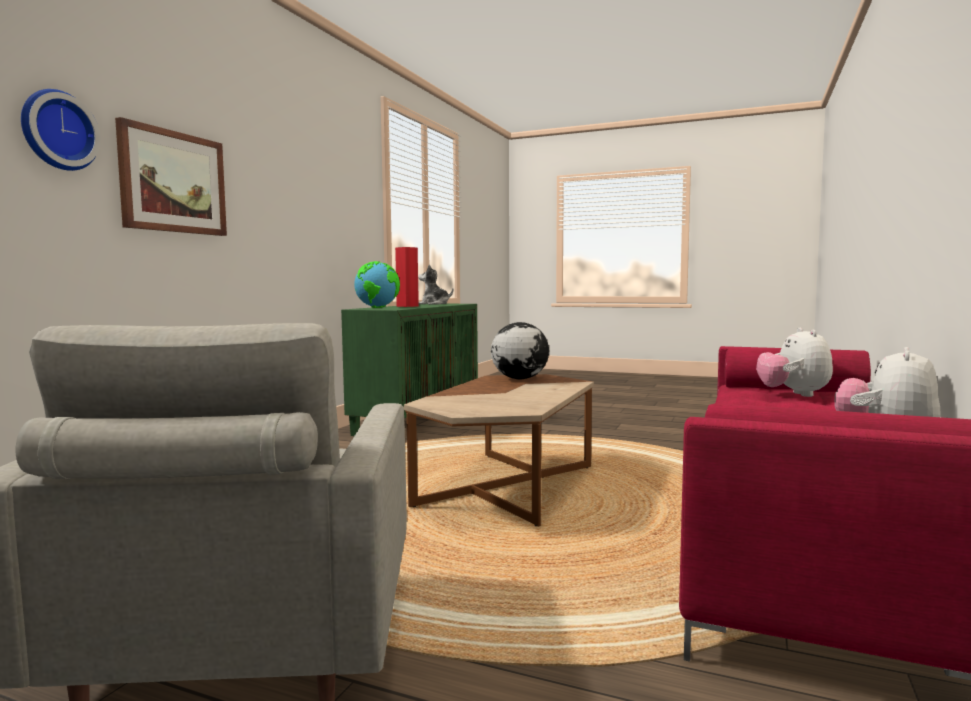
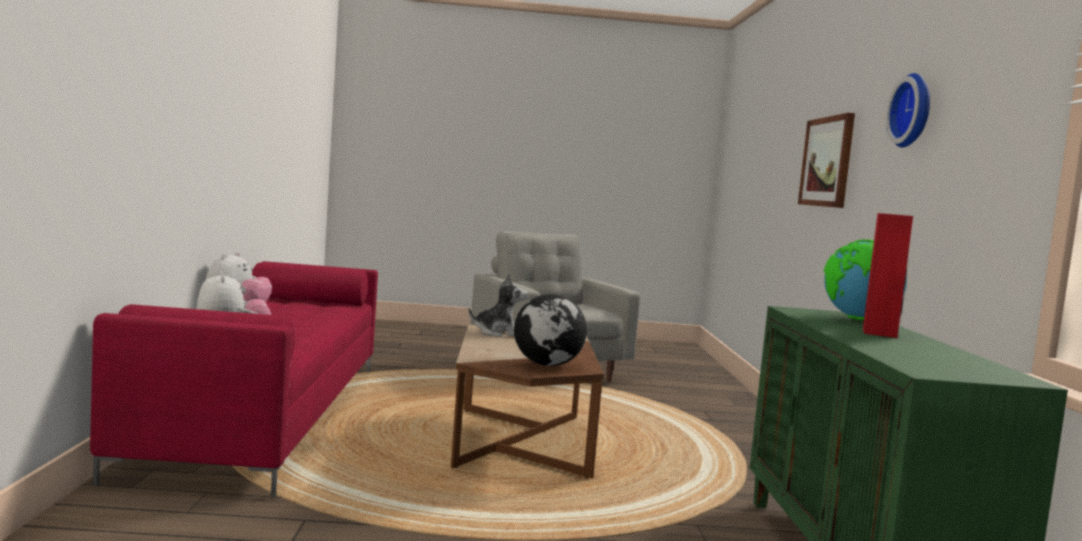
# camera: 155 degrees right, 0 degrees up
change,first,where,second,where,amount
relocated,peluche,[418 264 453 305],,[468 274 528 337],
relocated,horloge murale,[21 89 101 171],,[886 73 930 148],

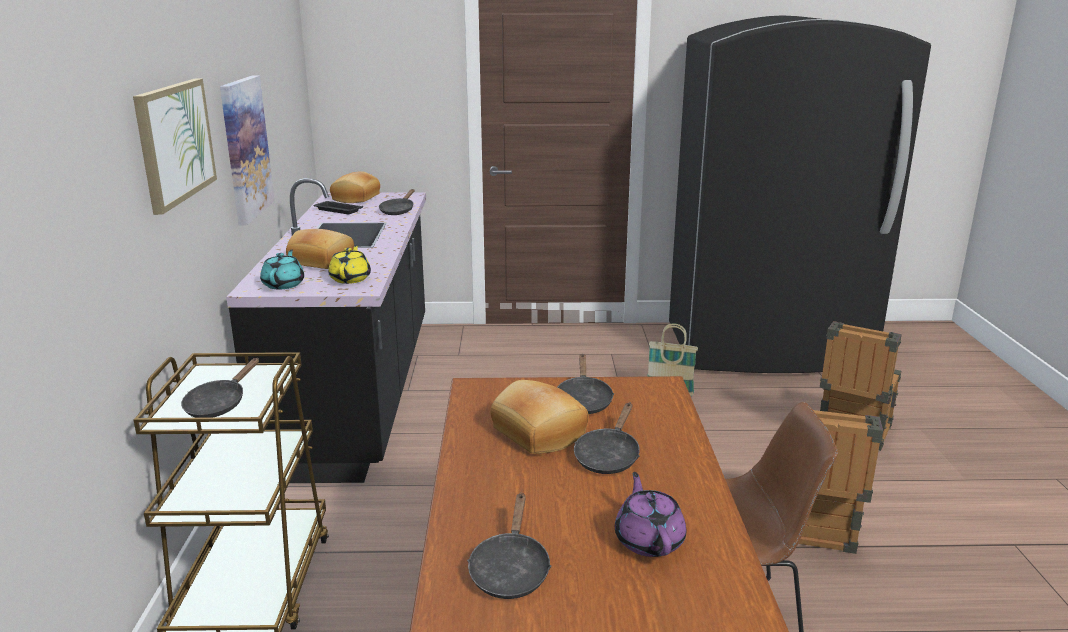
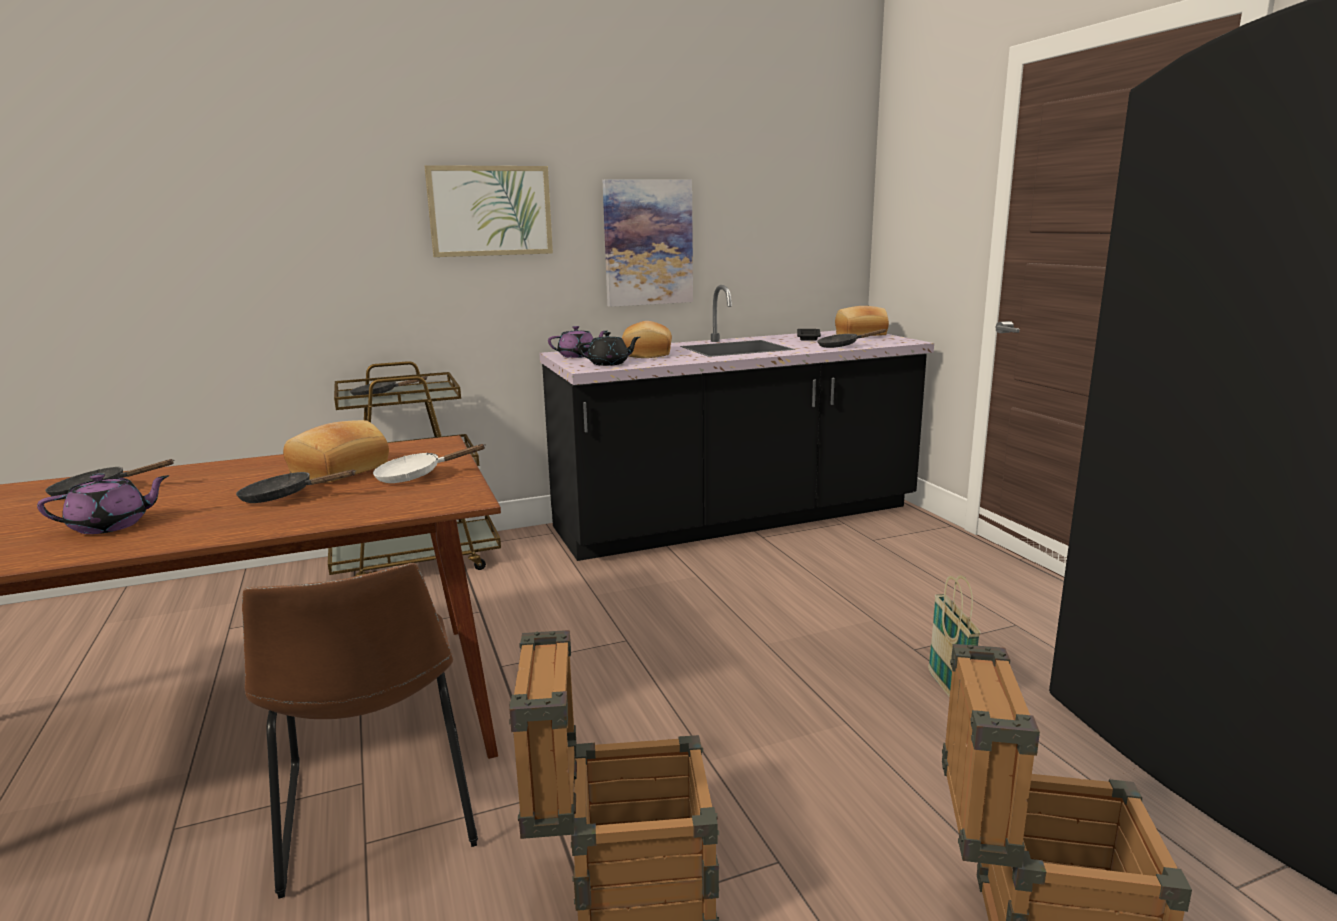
# camera: 70 degrees right, 5 degrees down
change,first,where,second,where,amount
colour,poêle (noir),[557 354 614 414],poêle (blanc),[373 444 486 483],
colour,théière (turquoise),[260 250 304 289],théière (violet),[548 326 607 358],
colour,théière (jaune),[328 245 371 284],théière (noir),[578 332 640 366],

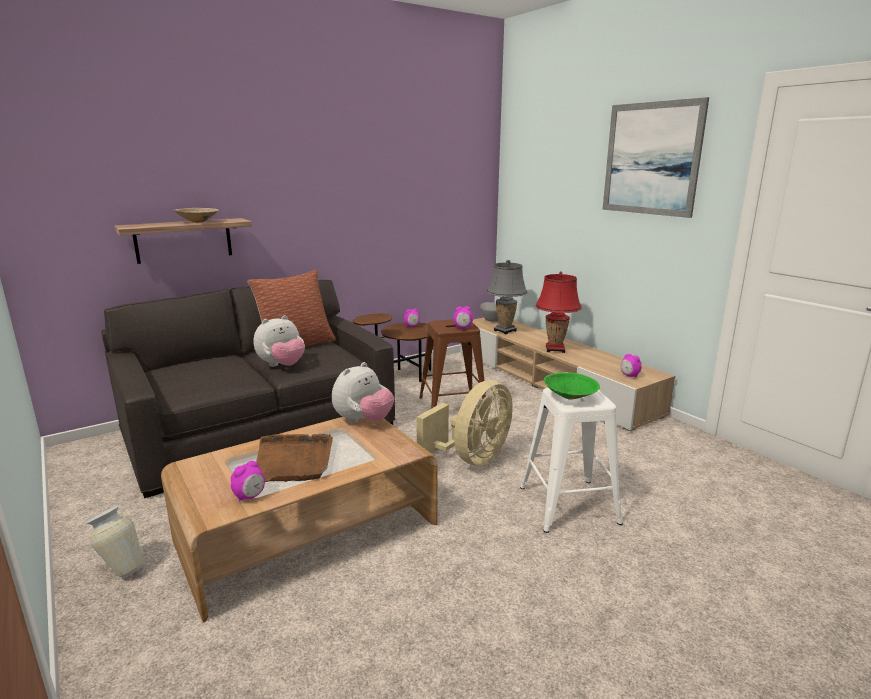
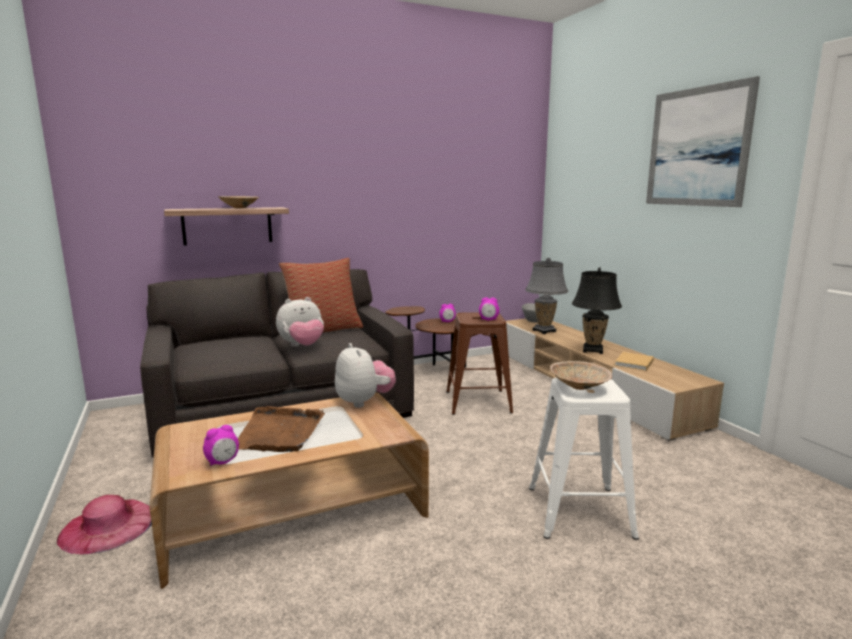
# camera: 10 degrees right, 5 degrees down
change,first,where,second,where,amount
exchanged,vase,[84 505 143 578],chapeau (rose),[57 495 152 554],
spun,peluche,[332 362 394 423],,[335 343 396 408],75 degrees counterclockwise
colour,bol (vert),[544 372 600 400],bol (beige),[550 361 612 390],
colour,lampe de table (rouge),[535 271 582 353],lampe de table (noir),[572 268 622 354],
appeared,,,livre (beige),[615 352 654 371],
missing,ventilateur (beige),[416 380 513 466],,,
missing,réveil,[621 354 642 378],,,

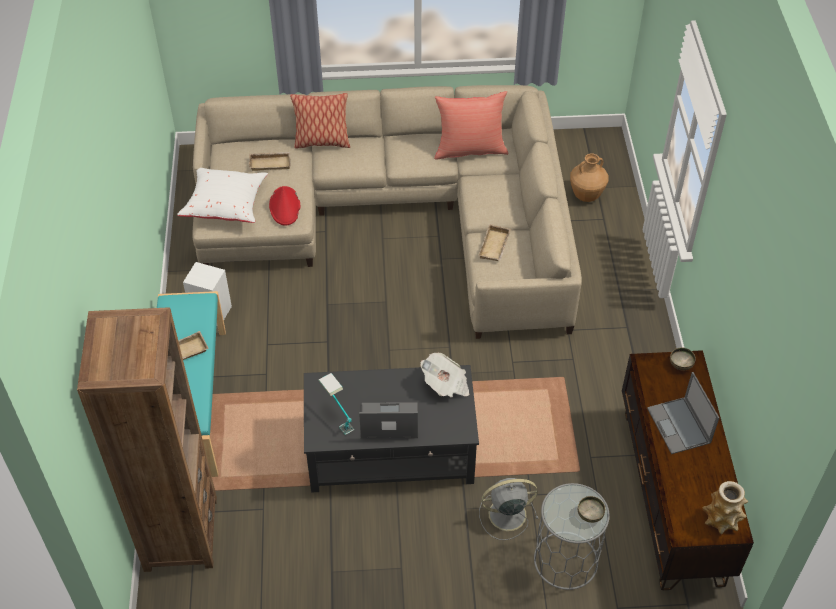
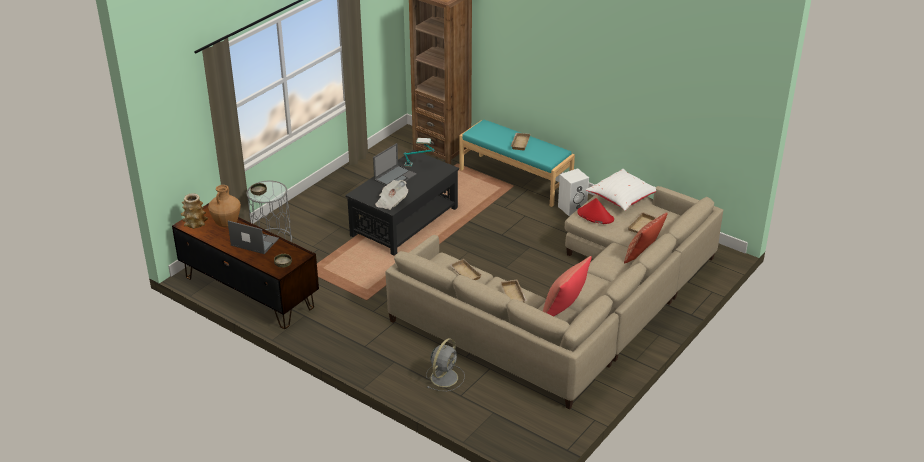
# camera: 130 degrees right, 15 degrees down
change,first,where,second,where,amount
relocated,vase (marron),[570 154 609 202],,[208 185 241 227],
relocated,ventilateur (gris),[479 478 538 540],,[426 338 465 391],
appeared,,,plateau (beige),[500 279 527 303],

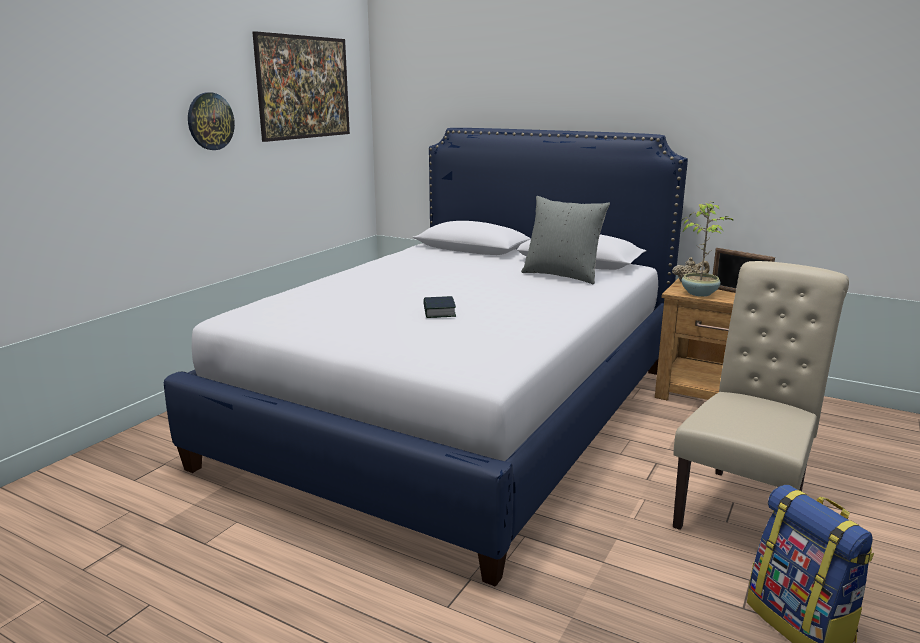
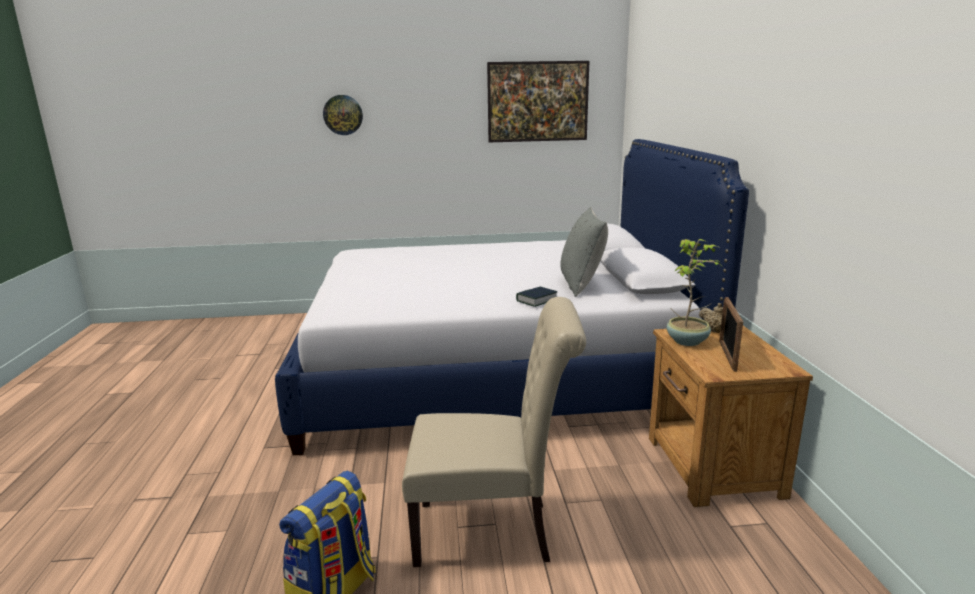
# camera: 55 degrees right, 0 degrees up
change,first,where,second,where,amount
relocated,horloge murale,[188 93 235 150],,[323 95 363 135],
relocated,livre,[423 296 456 318],,[516 286 558 307],

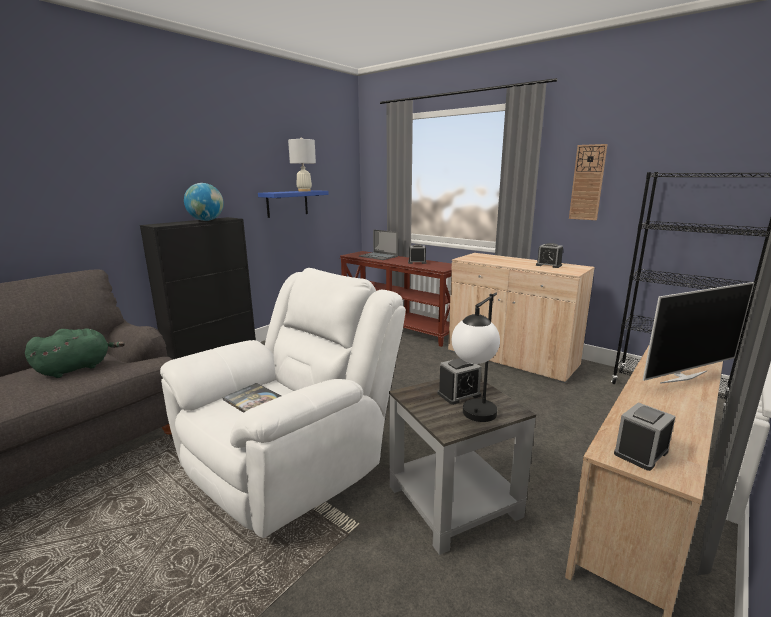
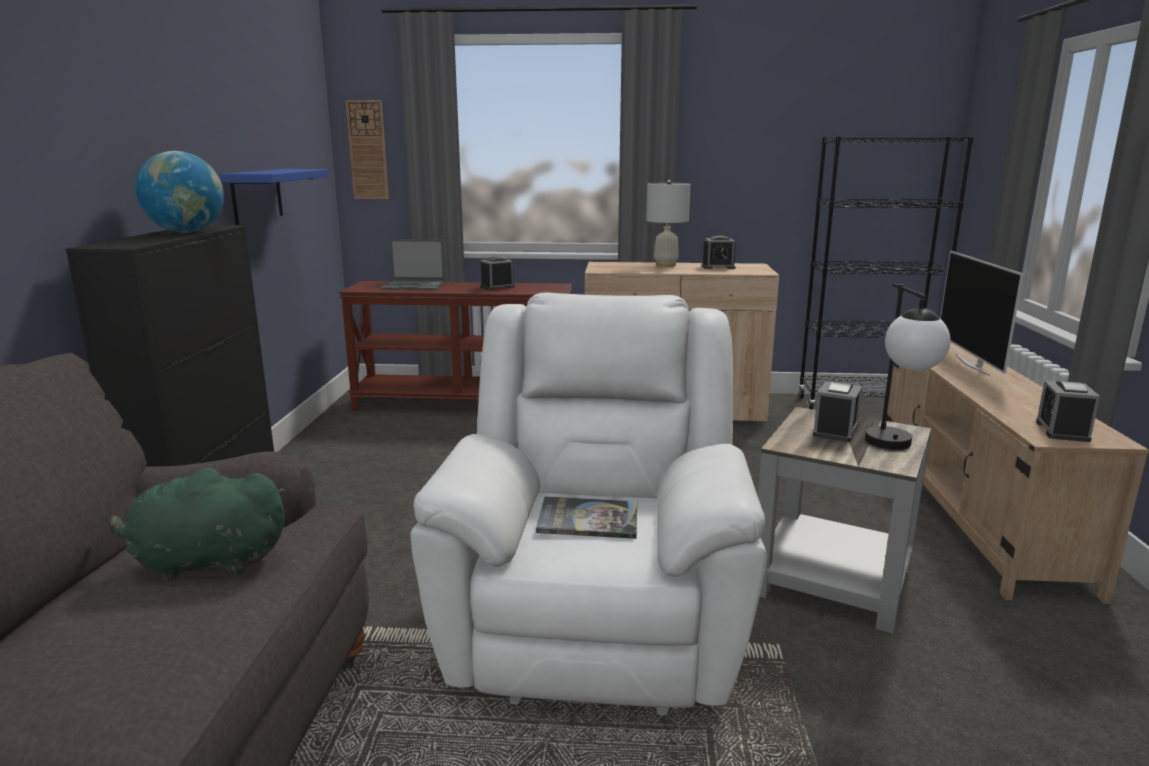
# camera: 35 degrees left, 0 degrees up
change,first,where,second,where,amount
spun,peluche (vert),[25 328 125 378],,[108 468 285 581],105 degrees counterclockwise
relocated,horloge murale,[569 144 608 220],,[346 100 389 199],
relocated,lampe de table (blanc),[288 137 316 192],,[646 180 690 267],
spun,téléviseur,[643 282 755 384],,[940 251 1023 376],150 degrees clockwise

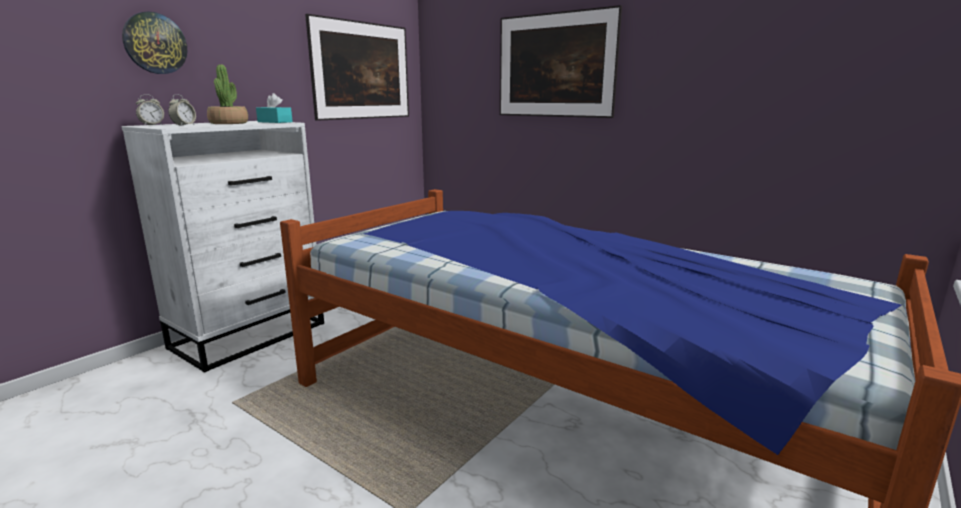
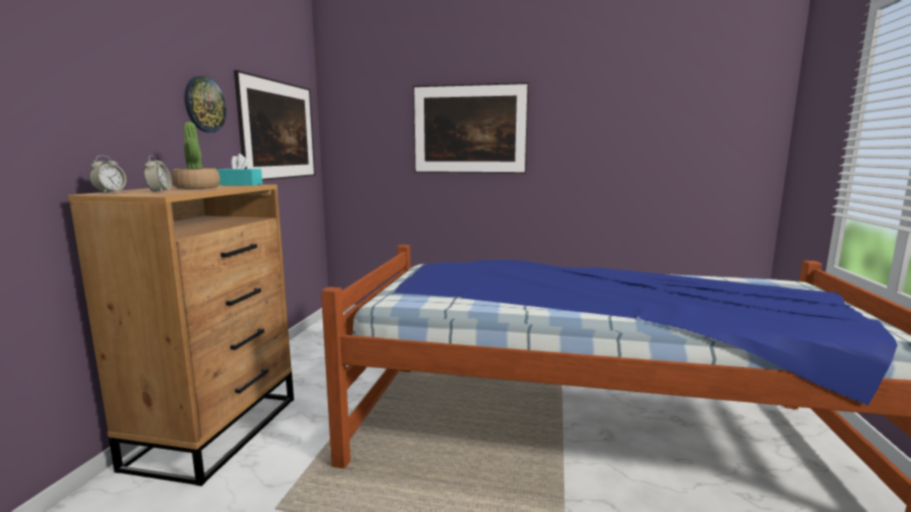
# camera: 25 degrees left, 5 degrees down
change,first,where,second,where,amount
colour,commode (blanc),[122 121 324 373],commode (marron),[68 184 294 486],
relocated,horloge murale,[122 11 187 74],,[184 76 226 133],

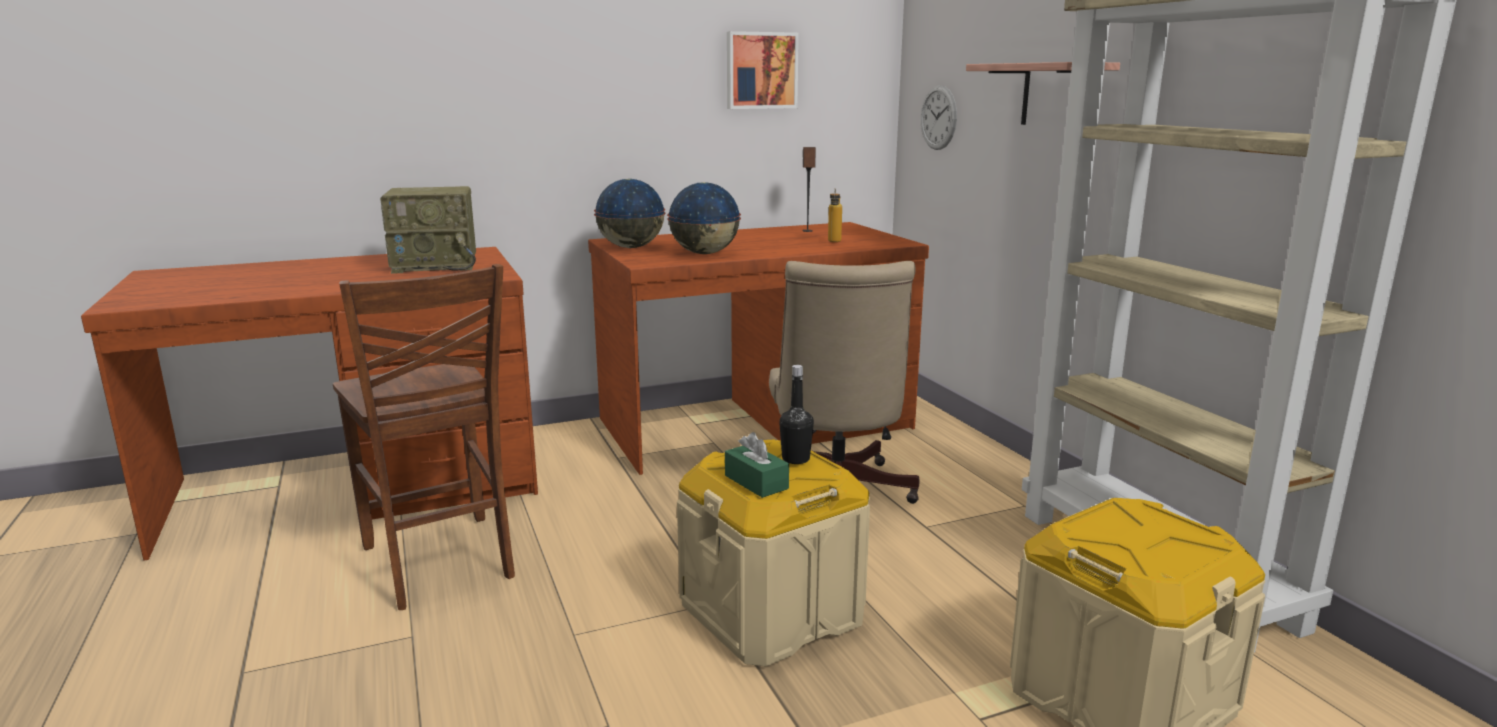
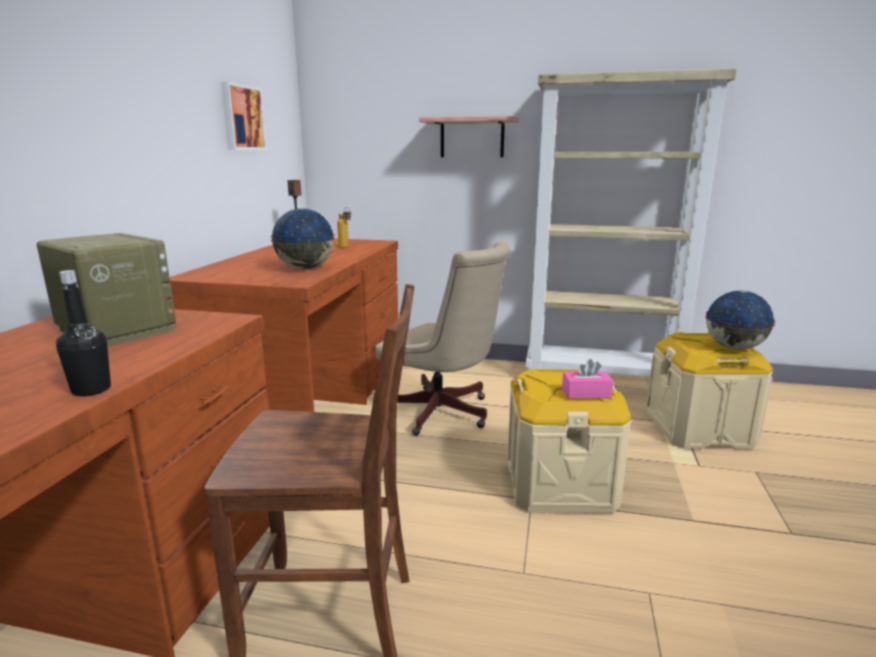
# camera: 55 degrees left, 0 degrees up
change,first,where,second,where,amount
spun,radio,[380 186 476 274],,[36 233 176 347],75 degrees counterclockwise
relocated,bouteille (noir),[779 365 814 464],,[56 270 111 396],
colour,boîte à mouchoirs (vert),[725 432 789 498],boîte à mouchoirs (rose),[562 359 613 399],
relocated,globe,[594 179 666 248],,[705 291 775 350],
missing,horloge murale,[921 85 957 150],,,

